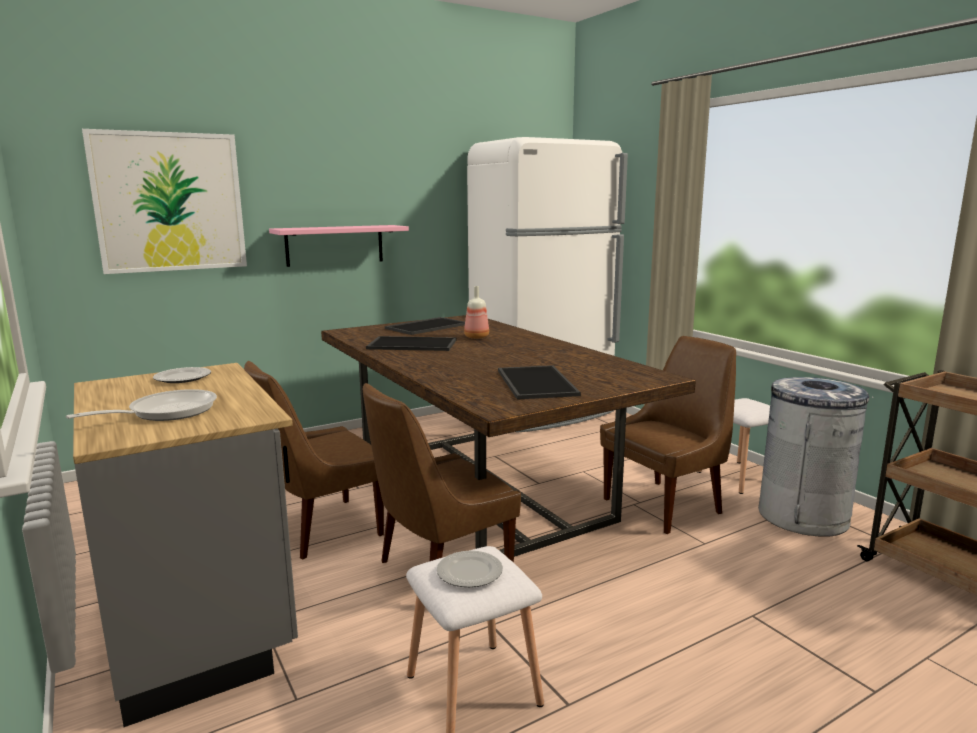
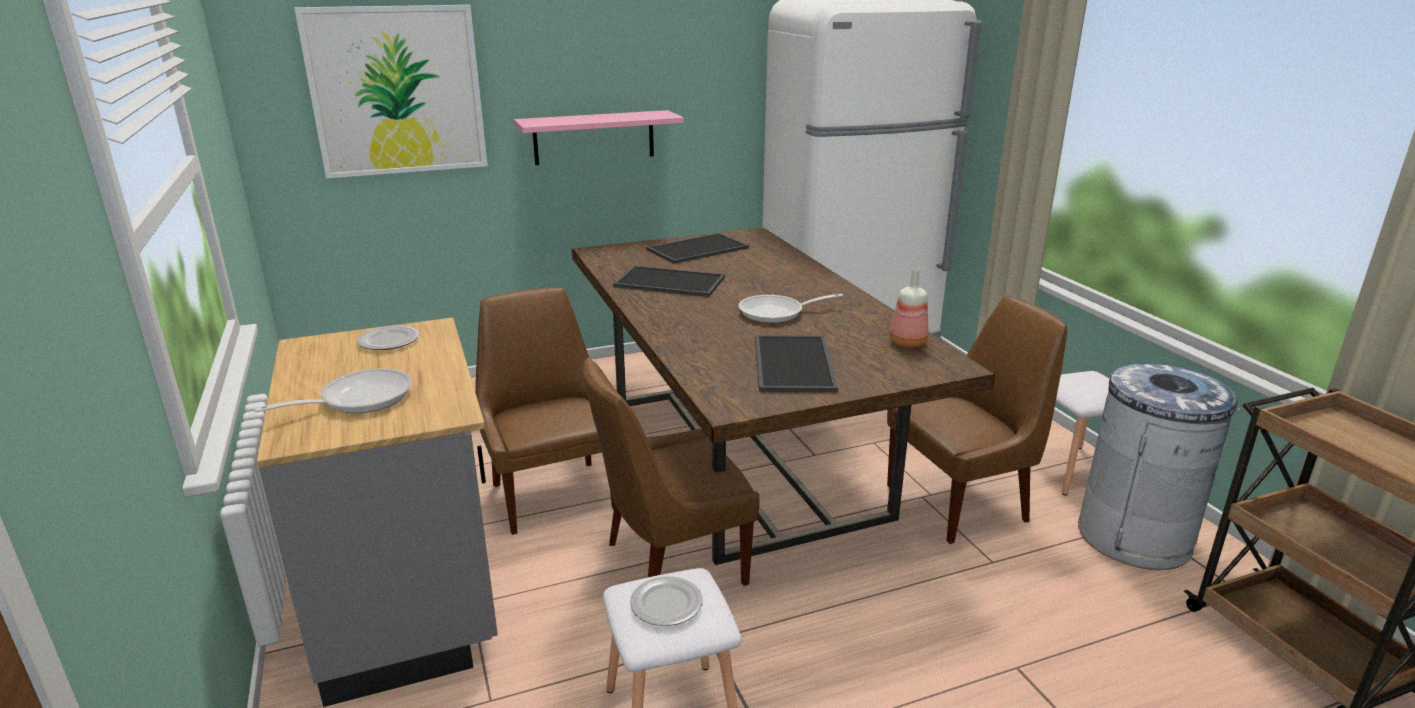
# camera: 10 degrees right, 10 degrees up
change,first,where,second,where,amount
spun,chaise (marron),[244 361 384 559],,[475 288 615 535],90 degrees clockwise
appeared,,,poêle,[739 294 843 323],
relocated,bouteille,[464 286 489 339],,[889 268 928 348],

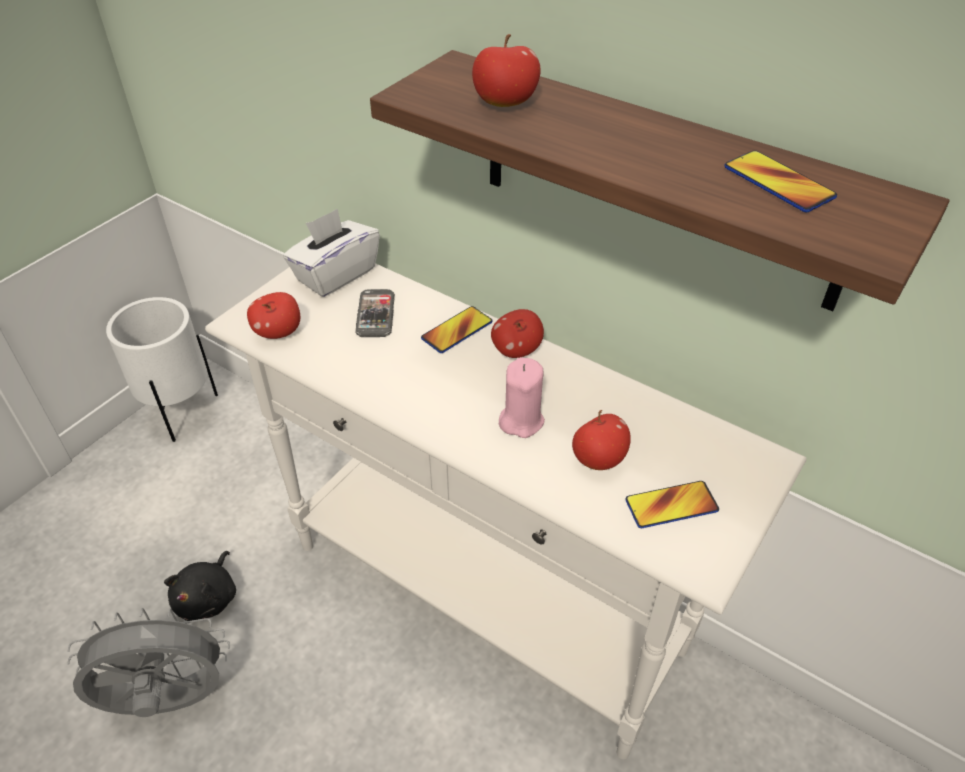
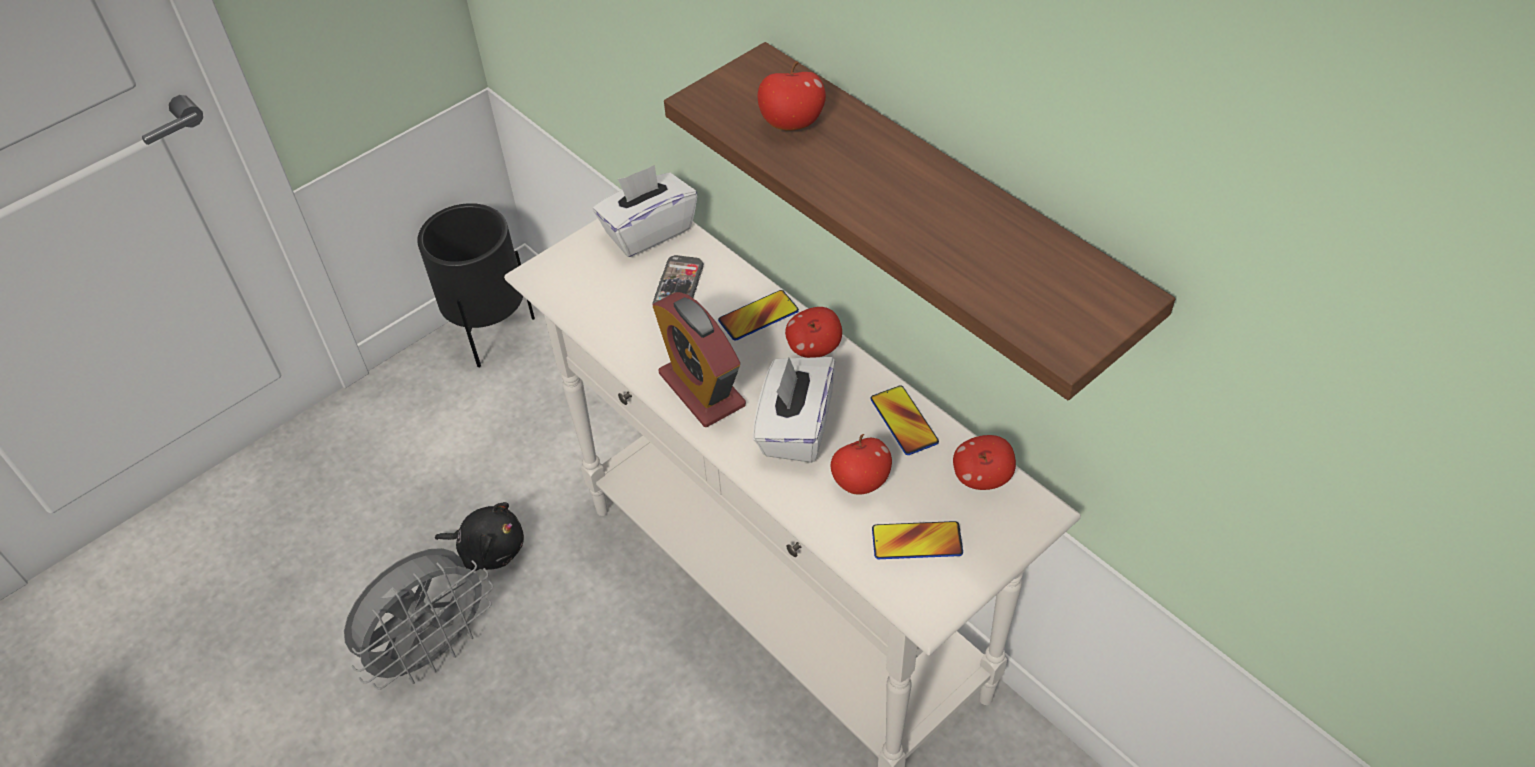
# camera: 15 degrees right, 5 degrees up
change,first,where,second,where,amount
spun,ventilateur (gris),[67 608 230 717],,[344 548 493 690],135 degrees clockwise
colour,cache-pot (blanc),[106 297 218 442],cache-pot (noir),[417 203 535 367],
spun,peluche (noir),[164 551 236 621],,[435 502 524 571],105 degrees counterclockwise
appeared,,,réveil,[653 292 746 427],
exchanged,bougie (rose),[499 357 545 438],boîte à mouchoirs (blanc),[753 357 836 463],
relocated,téléphone,[724 150 837 212],,[870 385 939 455],
relocated,pomme,[247 292 300 339],,[953 435 1016 490],

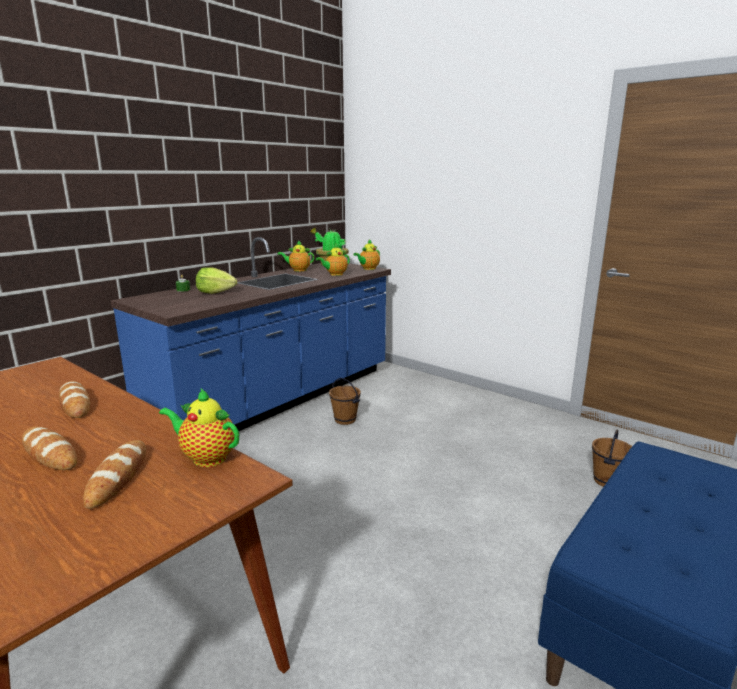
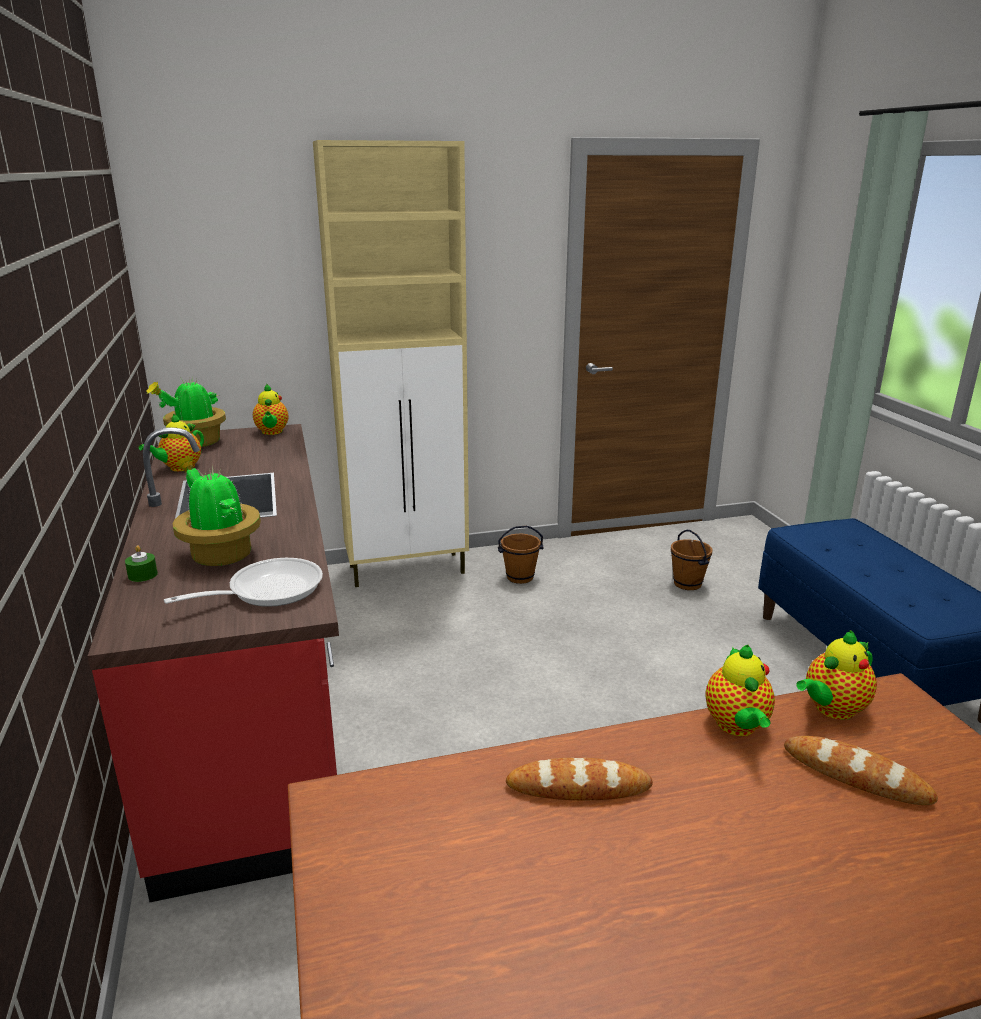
# camera: 55 degrees left, 5 degrees up
change,first,where,second,where,amount
colour,comptoir de cuisine (bleu),[110 237 391 431],comptoir de cuisine (rouge),[88 424 339 902],
appeared,,,poêle,[164 558 323 607],
exchanged,laitue,[196 267 237 294],plante en pot,[173 456 261 566],
appeared,,,meuble de rangement (beige),[313 140 469 587],
relocated,seau (marron),[329 378 361 425],,[498 526 544 584],
relocated,théière,[316 244 350 276],,[705 645 775 736],
missing,pain,[22 427 77 470],,,

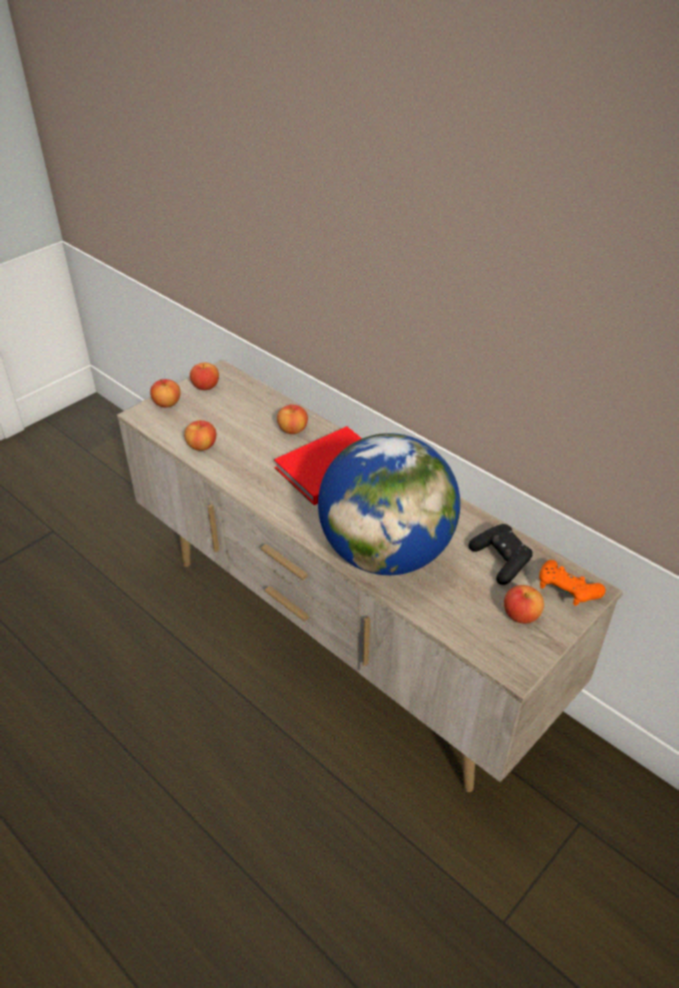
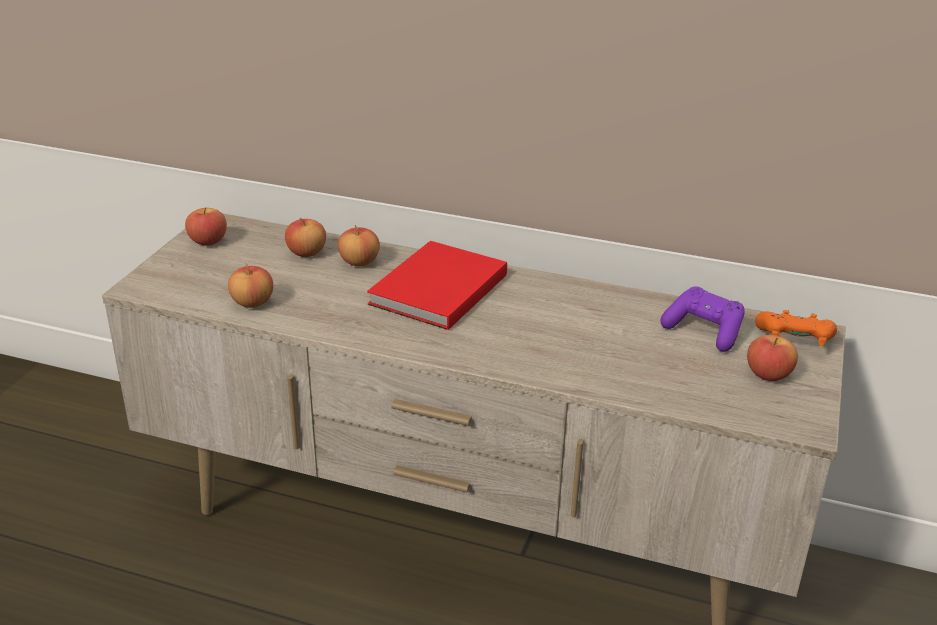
# camera: 25 degrees left, 10 degrees down
change,first,where,second,where,amount
relocated,pomme,[150 379 181 408],,[285 218 326 257],
colour,manette (noir),[469 524 533 585],manette (violet),[660 286 745 352],
missing,globe,[318 433 460 575],,,

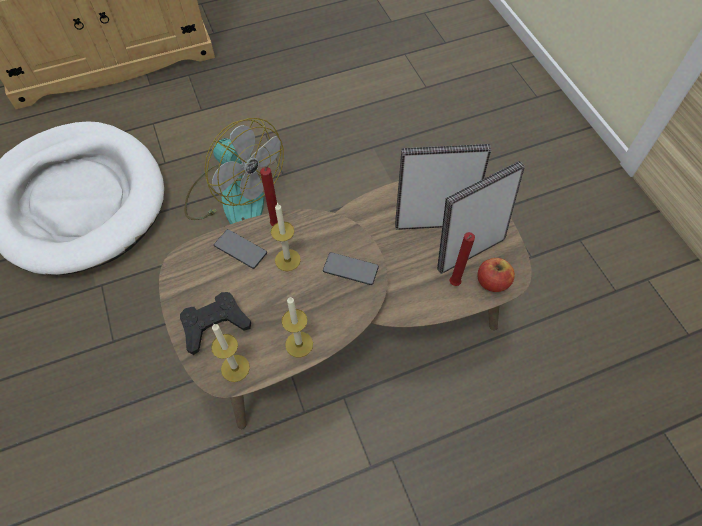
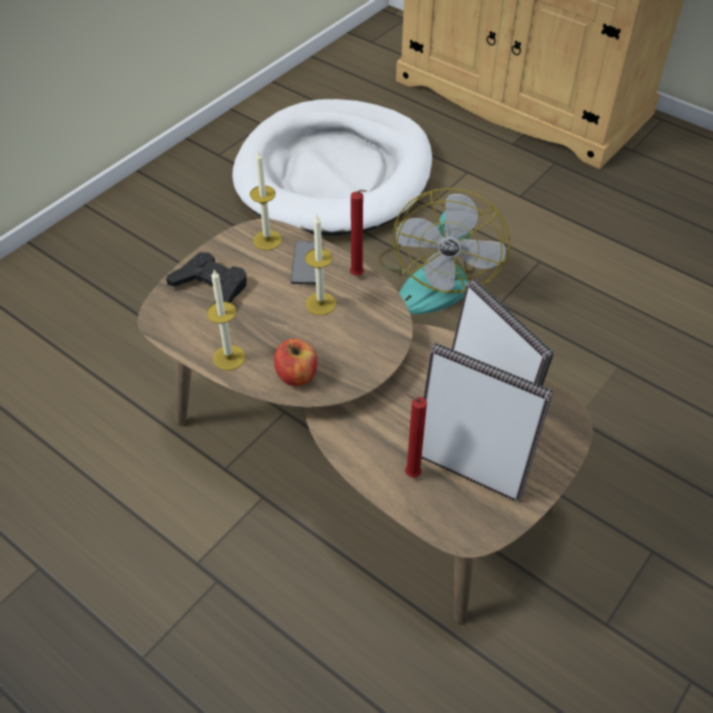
# camera: 60 degrees right, 10 degrees down
change,first,where,second,where,amount
relocated,bougie,[211 324 250 382],,[250 151 282 250],
relocated,pomme,[477 258 515 292],,[274 338 317 386],
missing,téléphone,[323 252 379 285],,,

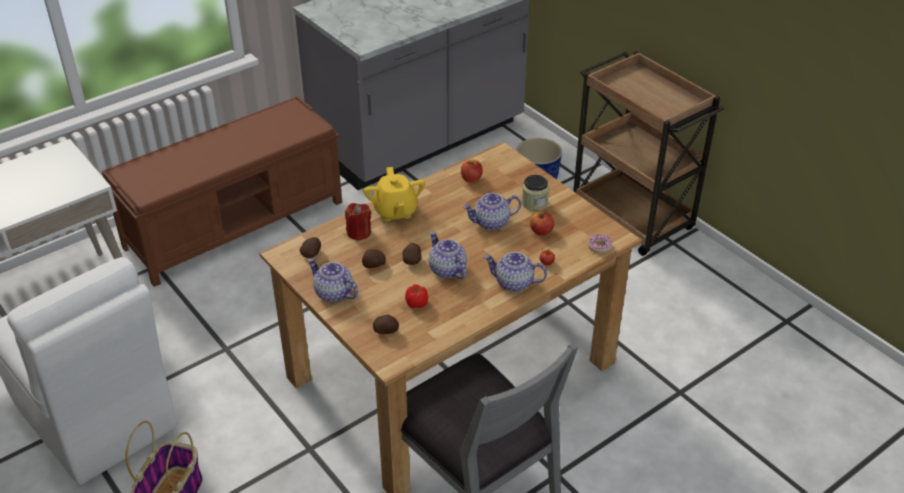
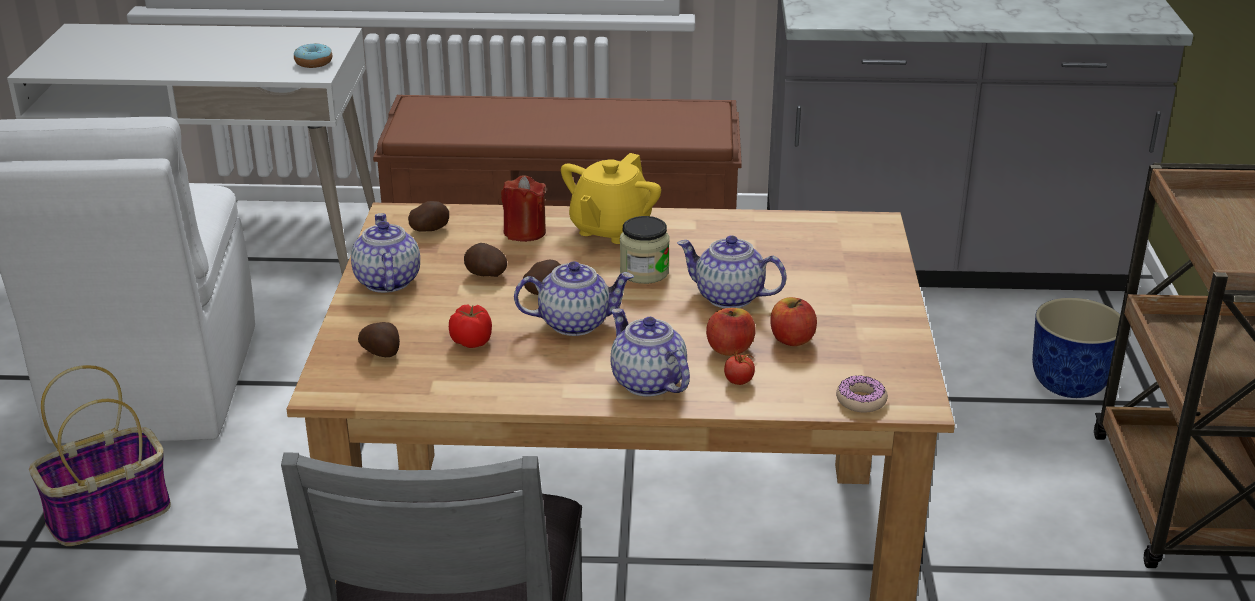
# camera: 40 degrees right, 10 degrees down
change,first,where,second,where,amount
appeared,,,beignet,[294 43 332 68],
spun,théière,[429 232 467 279],,[514 261 634 336],75 degrees clockwise
relocated,bocal,[522 175 549 211],,[620 216 670 284],
relocated,pomme,[461 159 483 183],,[706 308 756 356],

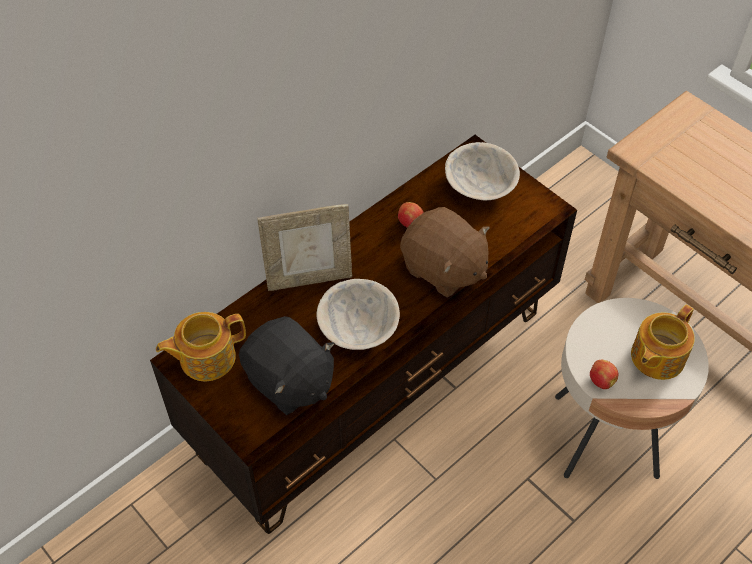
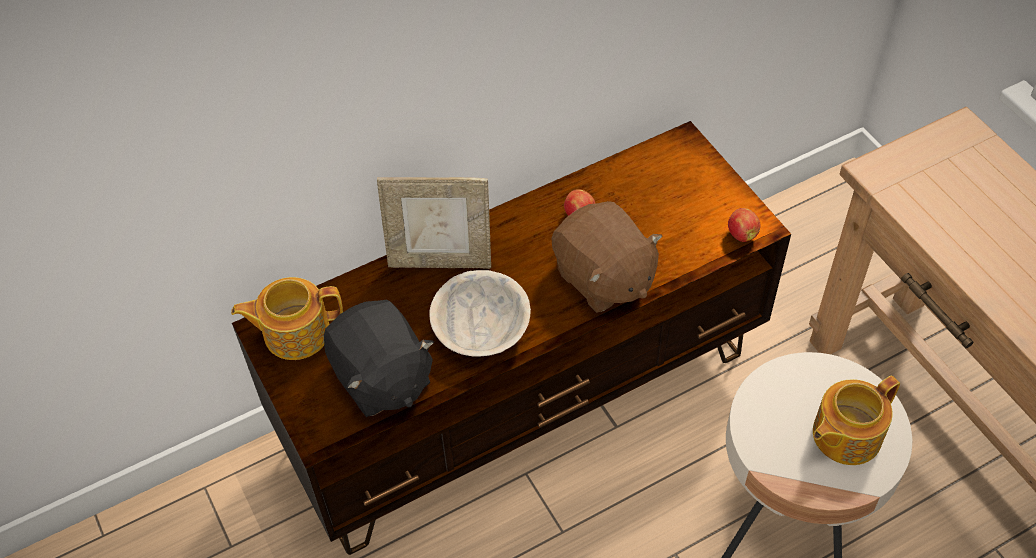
# camera: 15 degrees right, 0 degrees up
change,first,where,second,where,amount
relocated,pomme,[590 360 619 389],,[728 208 760 242],
missing,bol (beige),[445 142 520 200],,,

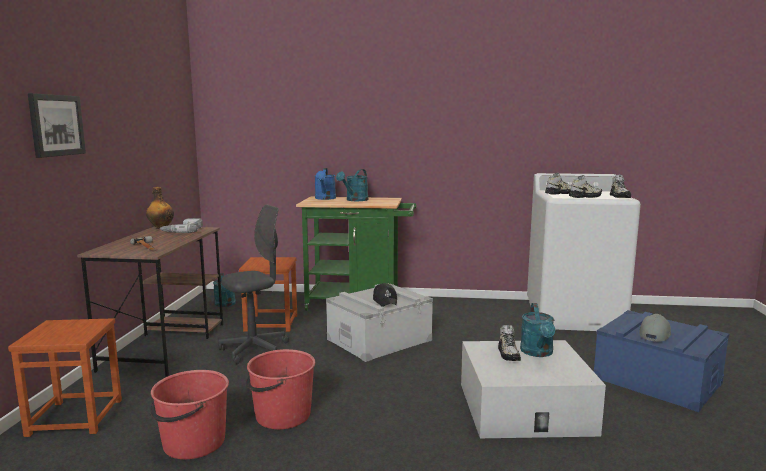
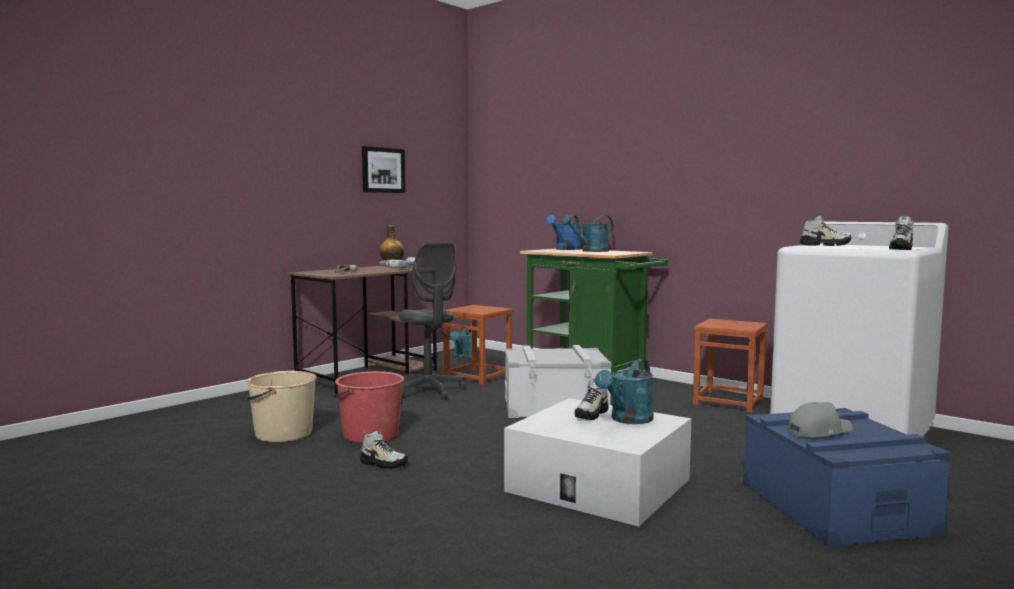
# camera: 35 degrees right, 5 degrees down
change,first,where,second,where,amount
colour,seau (rouge),[150 370 229 459],seau (beige),[246 371 317 442],
relocated,chaussure,[569 175 602 198],,[360 430 408 469],
relocated,tableau,[28 93 86 158],,[362 146 405 193],
spun,chaise de bureau (gris),[218 204 289 364],,[399 242 466 400],60 degrees clockwise
relocated,tabouret (marron),[8 318 122 437],,[693 319 768 413],
missing,casquette (noir),[373 283 397 307],,,

